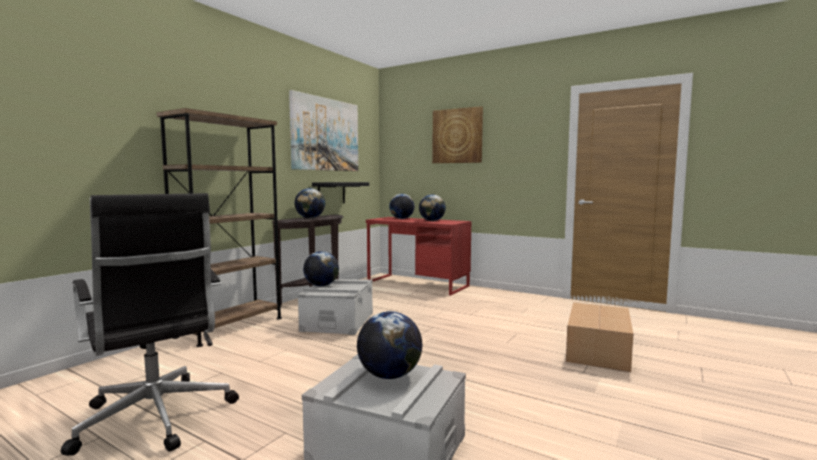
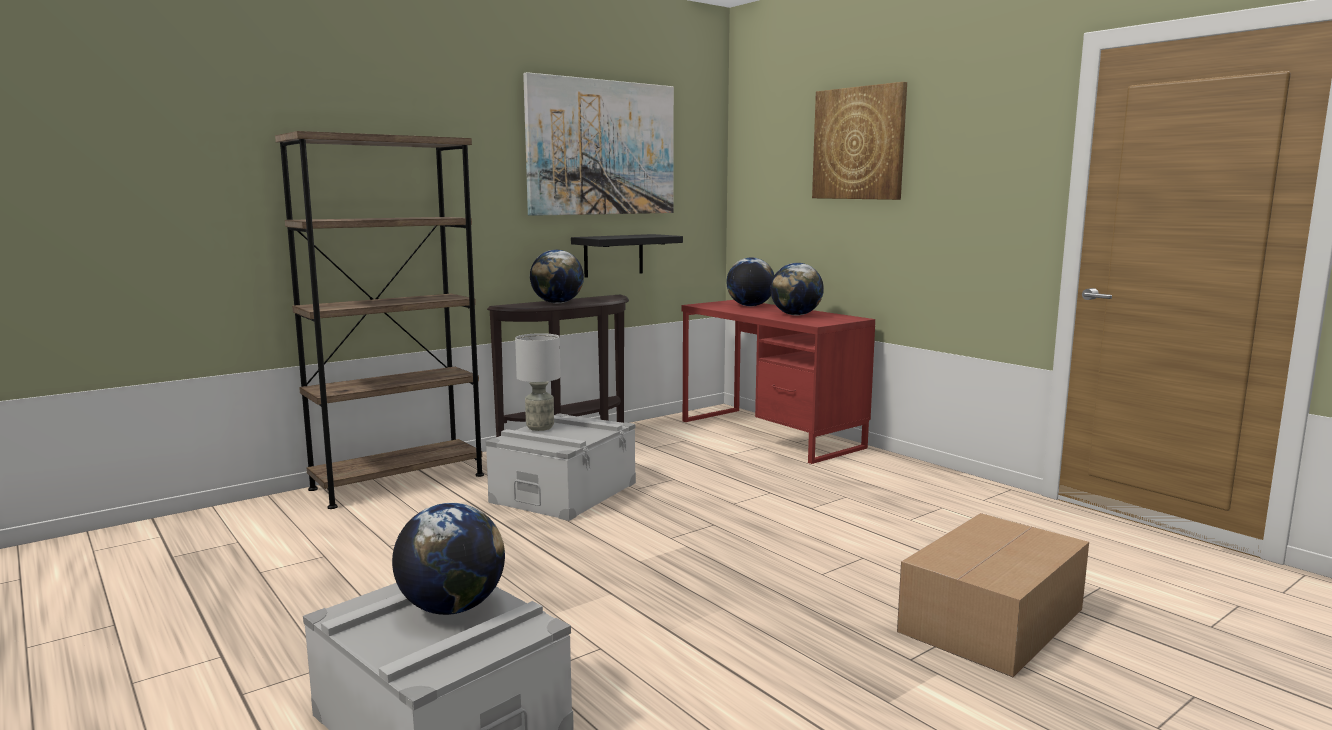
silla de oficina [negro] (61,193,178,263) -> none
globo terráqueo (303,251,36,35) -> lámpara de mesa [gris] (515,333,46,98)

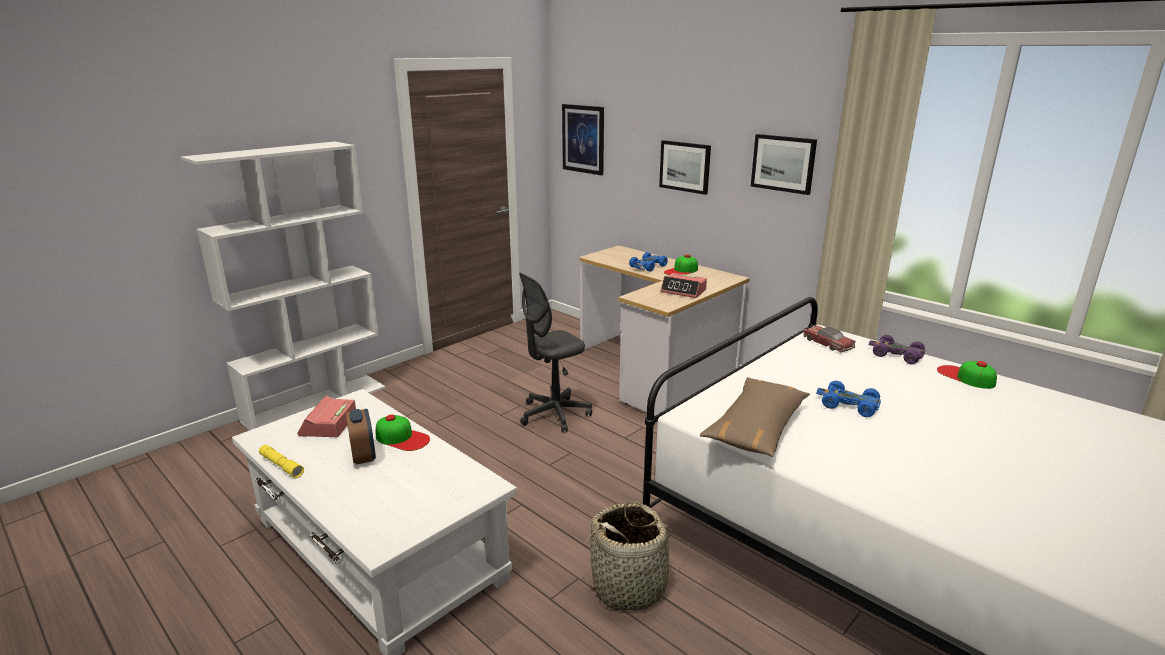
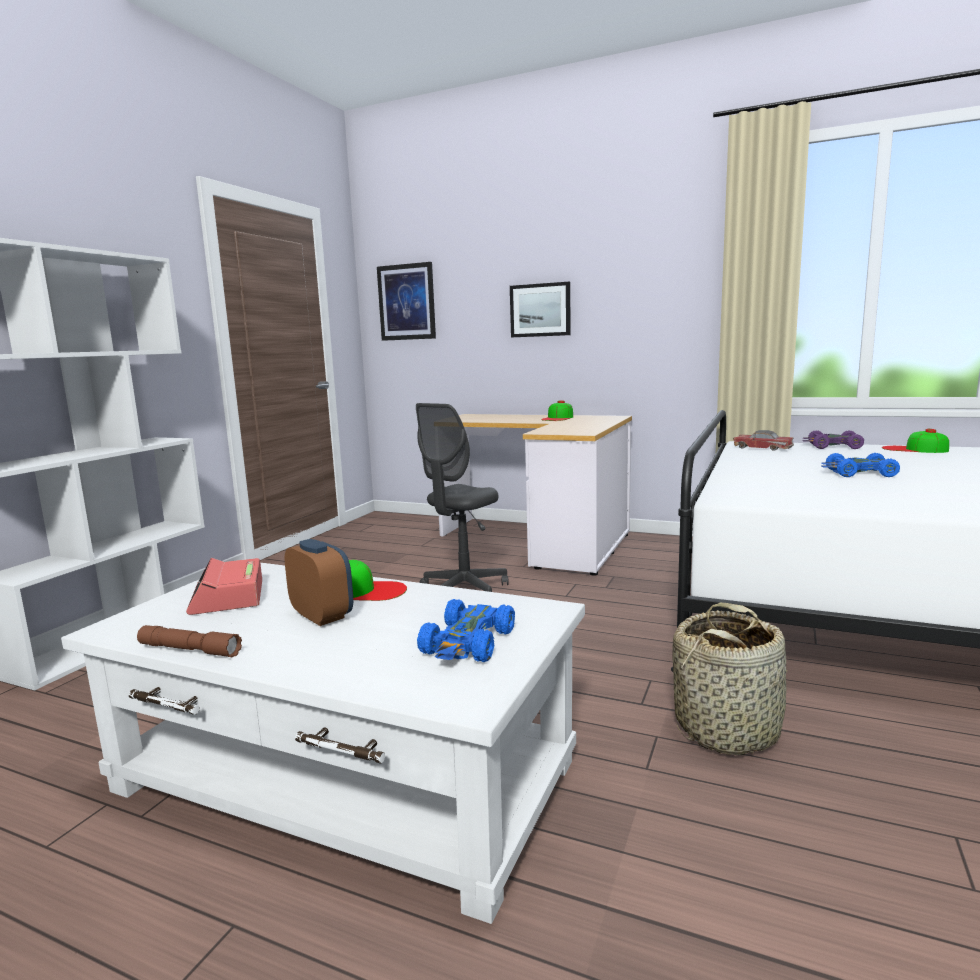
linterna [amarillo] (259,445,45,33) -> linterna [marrón] (137,625,105,33)
coche de juguete [azul] (629,252,39,20) -> coche de juguete [azul] (417,599,98,63), moved
despertador (661,273,46,25) -> none
cojín [marrón] (700,377,110,80) -> none
cuadro (751,134,66,61) -> none

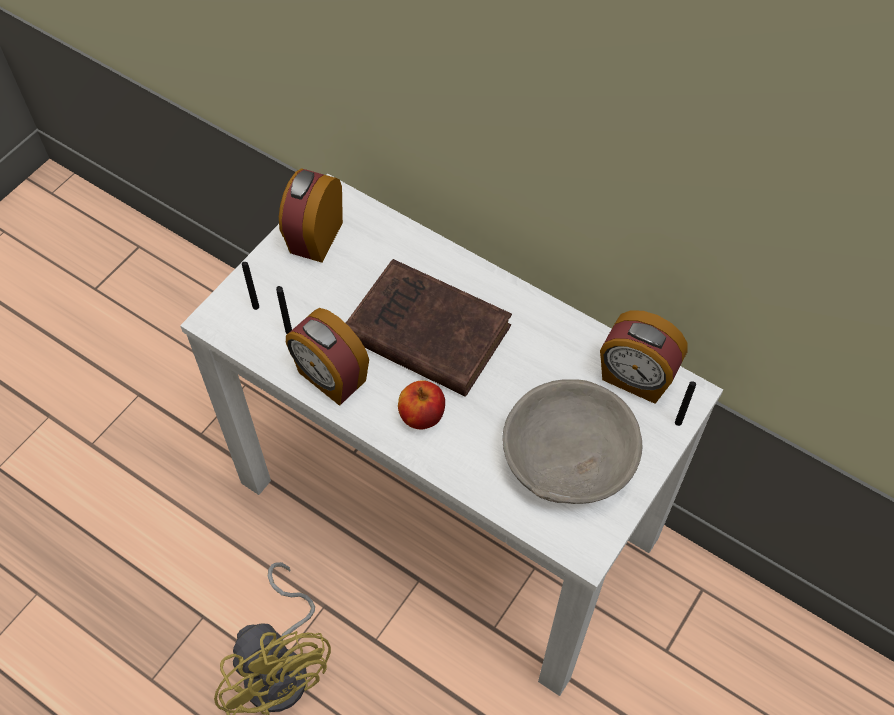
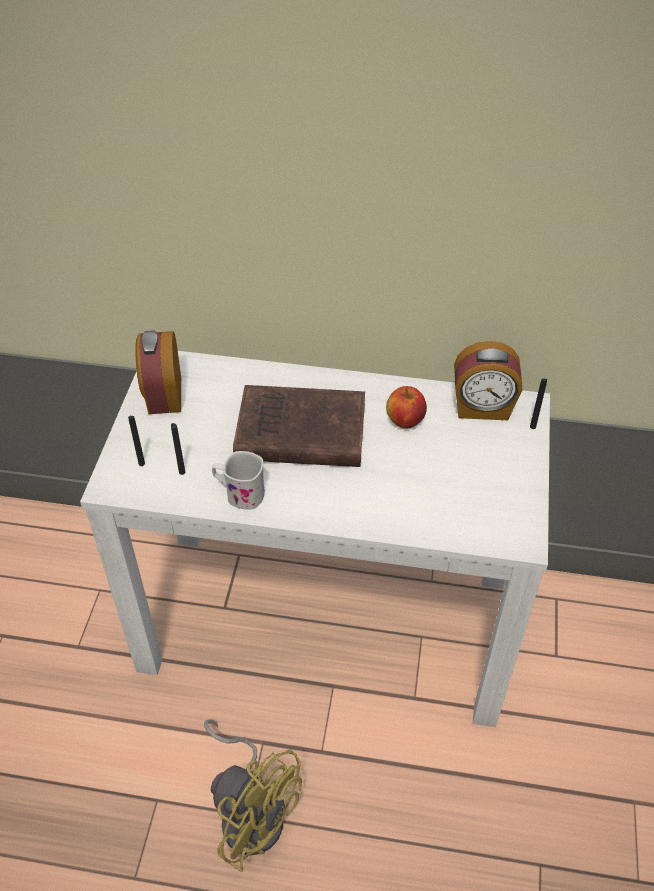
despertador (286,308,83,98) -> taza grande [blanco] (212,451,53,59)
manzana (398,380,47,49) -> manzana (386,386,41,43), moved
cuenco [gris] (503,379,140,125) -> none

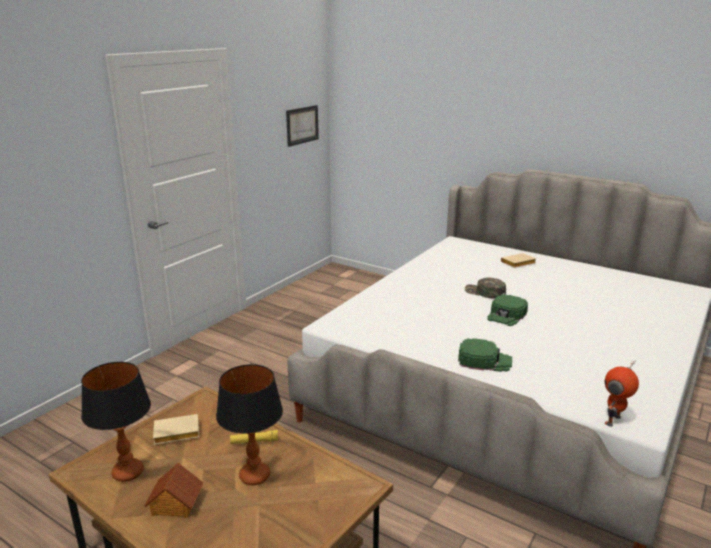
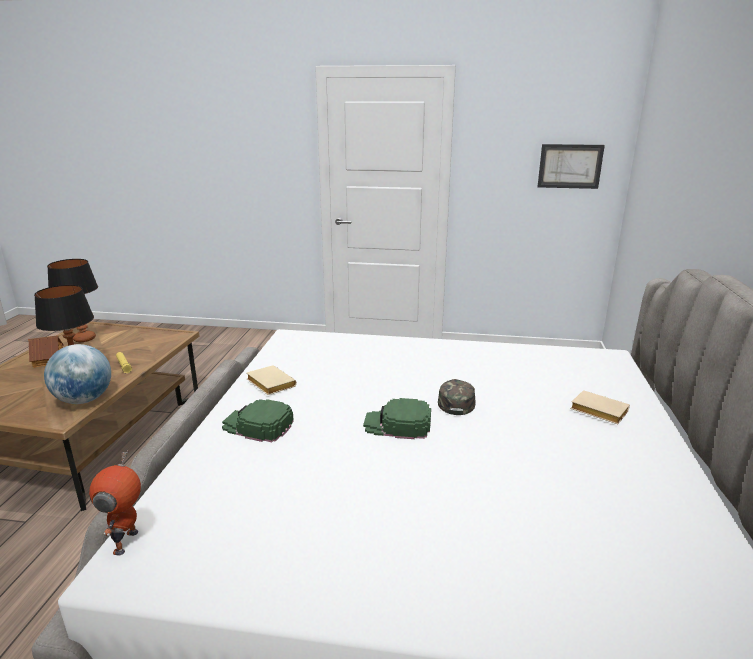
libro [beis] (153,414,46,31) -> libro [beis] (246,365,51,30), moved
gorra [verde] (458,338,54,34) -> gorra [verde] (222,399,72,43), 120 degrees clockwise
robot de juguete (605,360,34,67) -> robot de juguete (89,450,52,106), 105 degrees counterclockwise
none -> globo terráqueo (44,344,67,60)

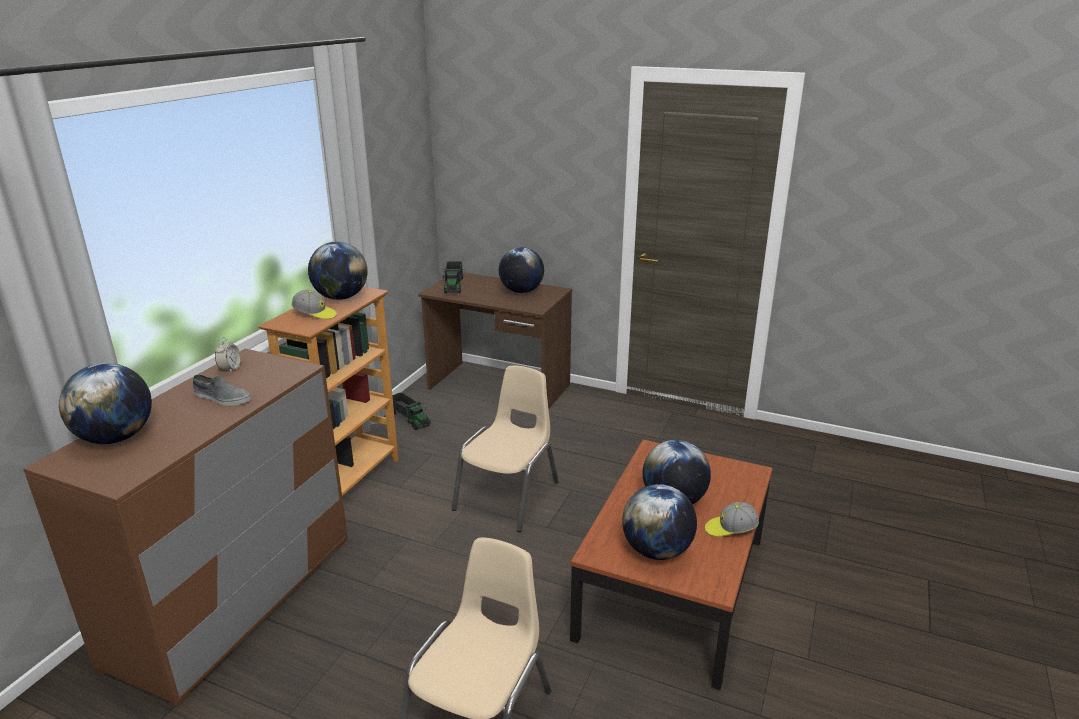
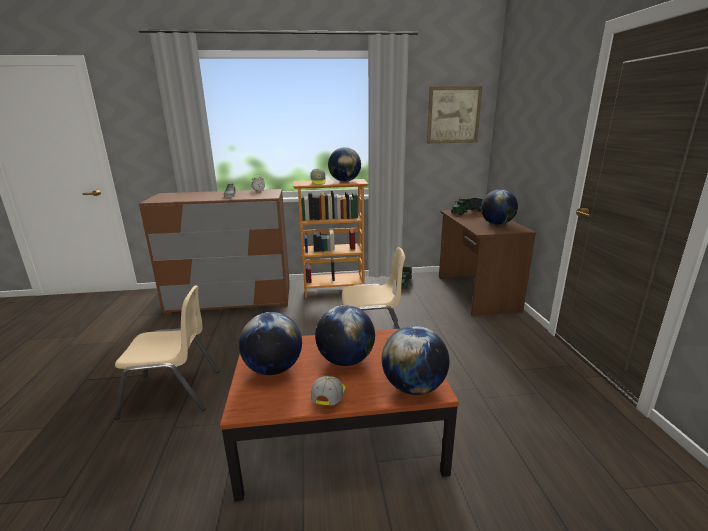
globo terráqueo (59,363,93,81) -> globo terráqueo (382,326,67,69), moved
gorra (705,502,54,35) -> gorra (311,376,34,29), 45 degrees clockwise
none -> cuadro (427,86,56,58)

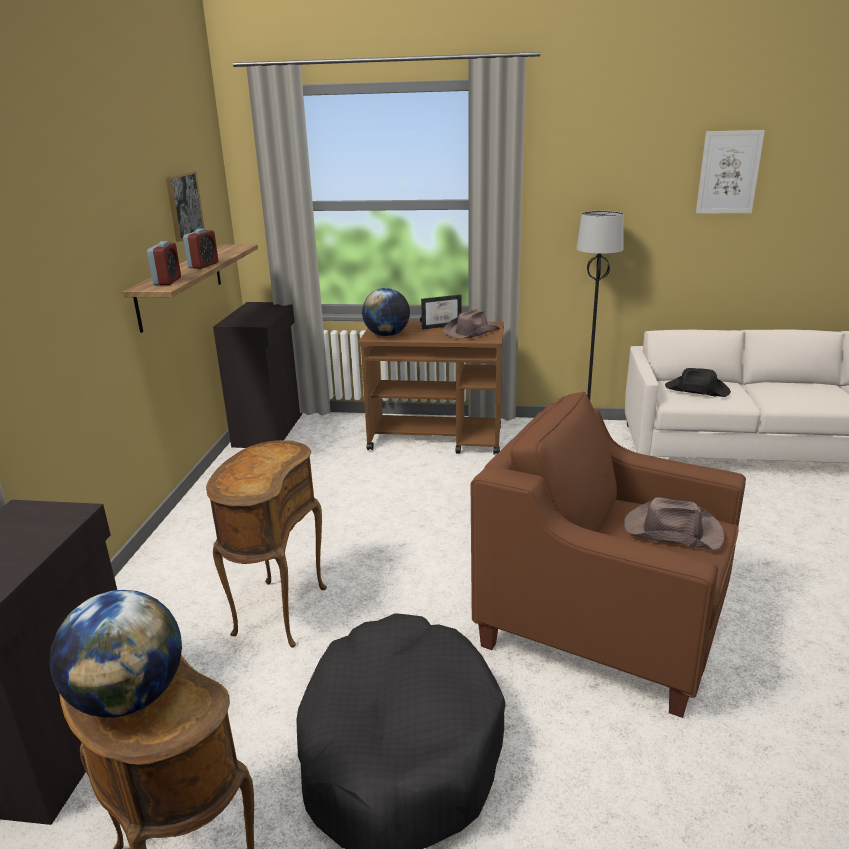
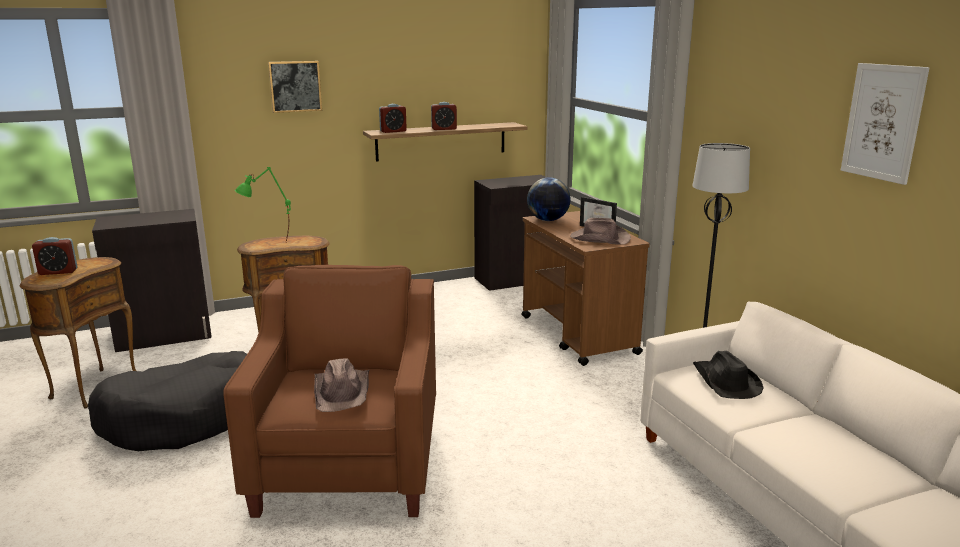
globo terráqueo (49,590,133,128) -> despertador (32,237,46,38)
cuadro (166,171,39,71) -> cuadro (268,61,54,52), moved
none -> lámpara de mesa [verde] (235,167,56,75)

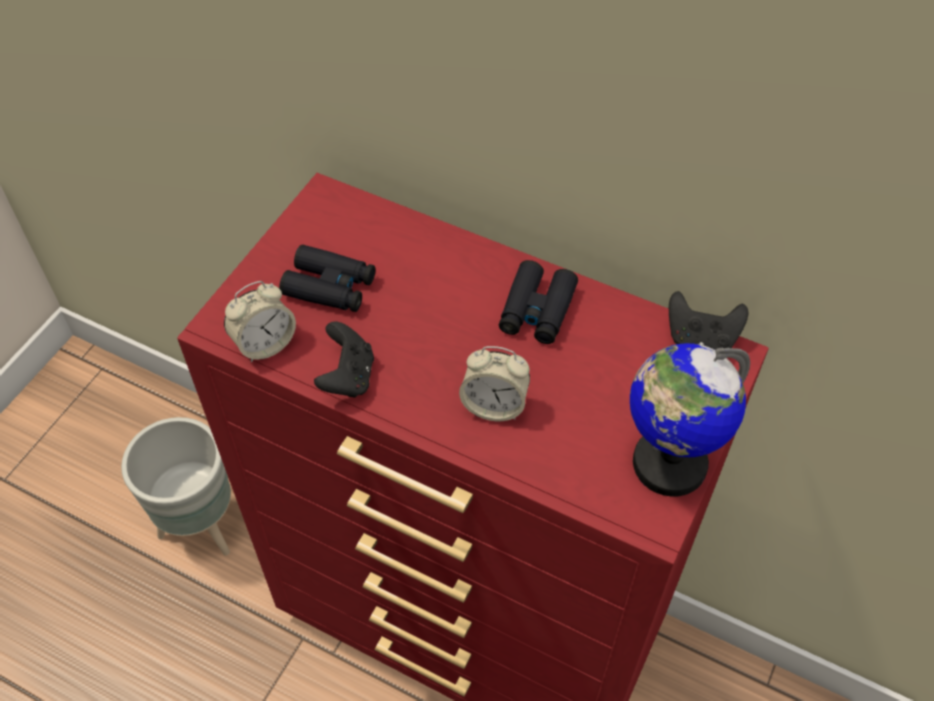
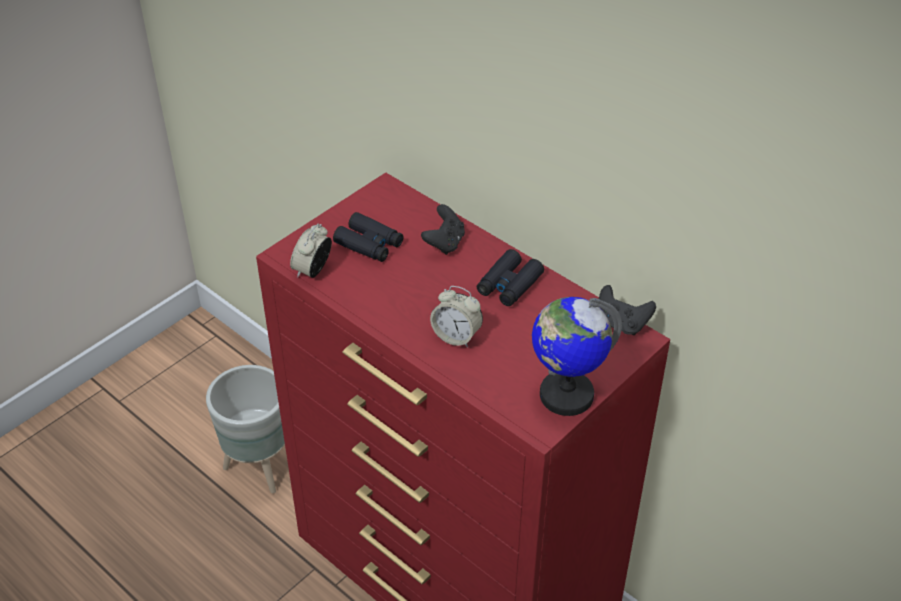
despertador (224,281,72,81) -> despertador (290,224,42,54), 135 degrees clockwise
mando de consola [negro] (314,322,60,76) -> mando de consola [negro] (421,204,44,51), moved

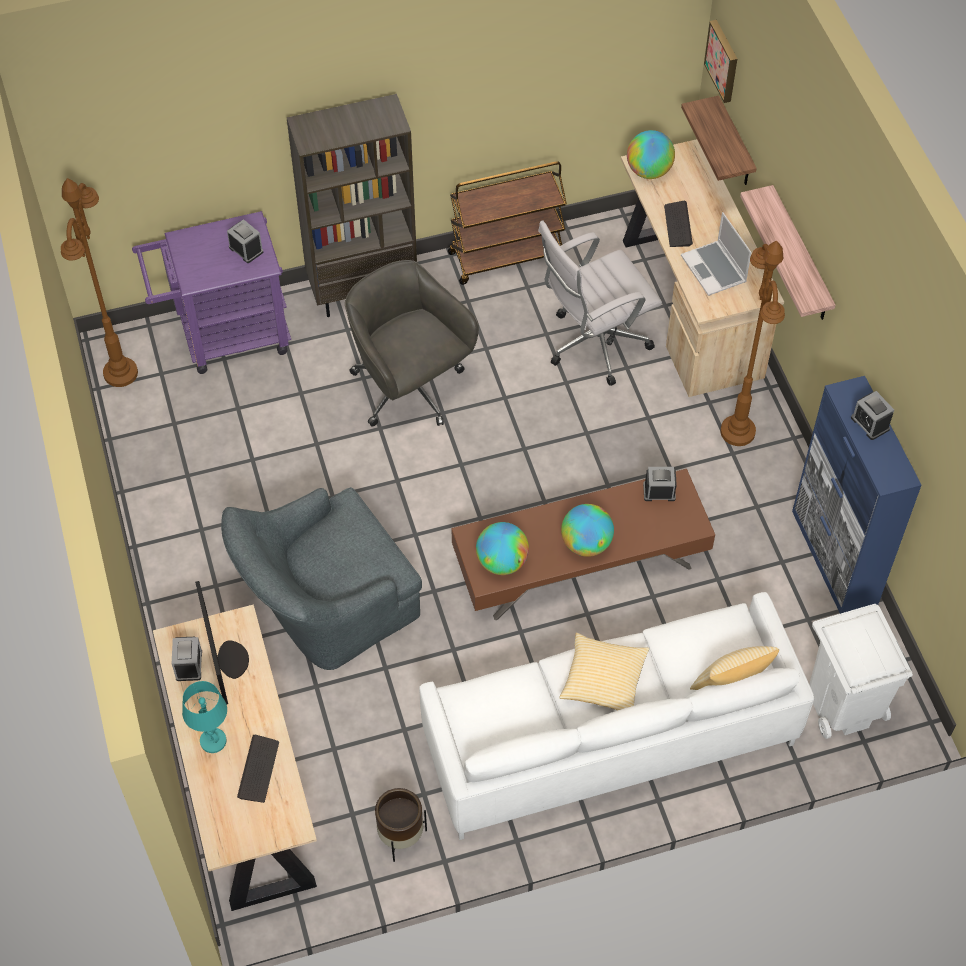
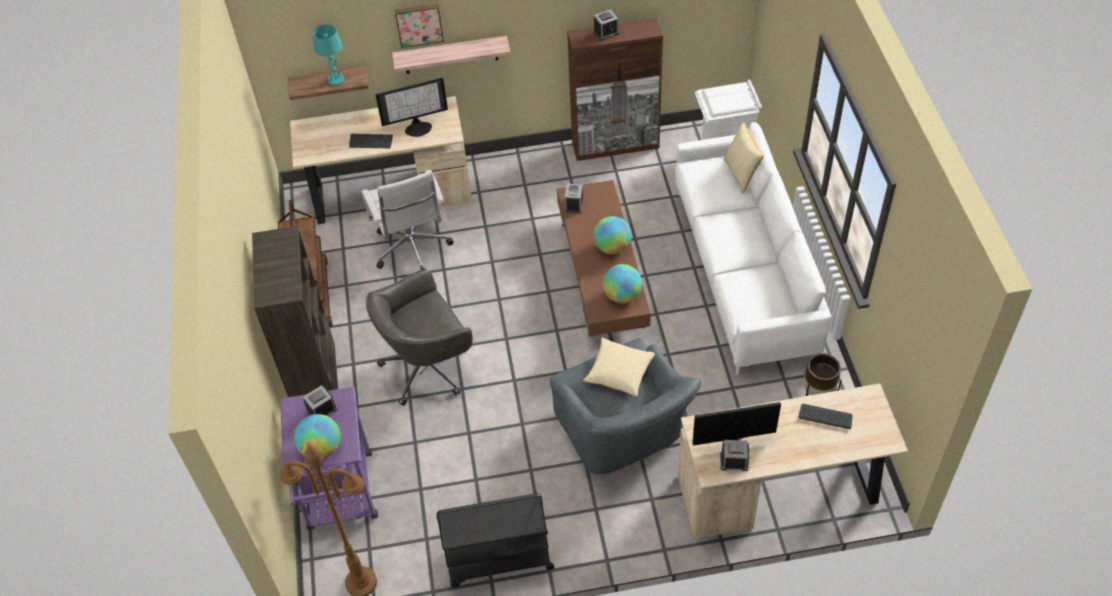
lámpara de mesa [turquesa] (182,681,45,72) -> lámpara de mesa [turquesa] (313,24,32,62), moved
cojín (559,632,90,78) -> cojín (583,338,72,59), moved
globo terráqueo (627,130,48,49) -> globo terráqueo (294,414,47,45), moved
portátil (681,212,71,84) -> monitor (375,78,73,59)
cuadro (704,20,33,83) -> cuadro (394,4,50,44), moved
lámpara de pie [marrón] (720,241,65,205) -> none
armario [azul] (792,376,130,238) -> armario [marrón] (567,18,96,143)
none -> carrito [negro] (436,493,118,94)

